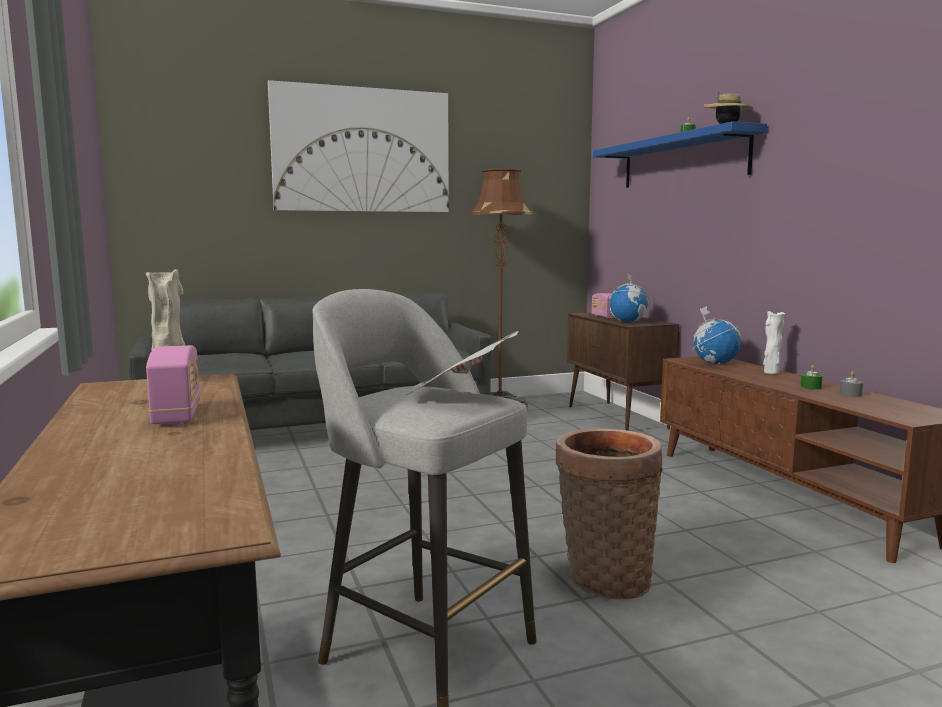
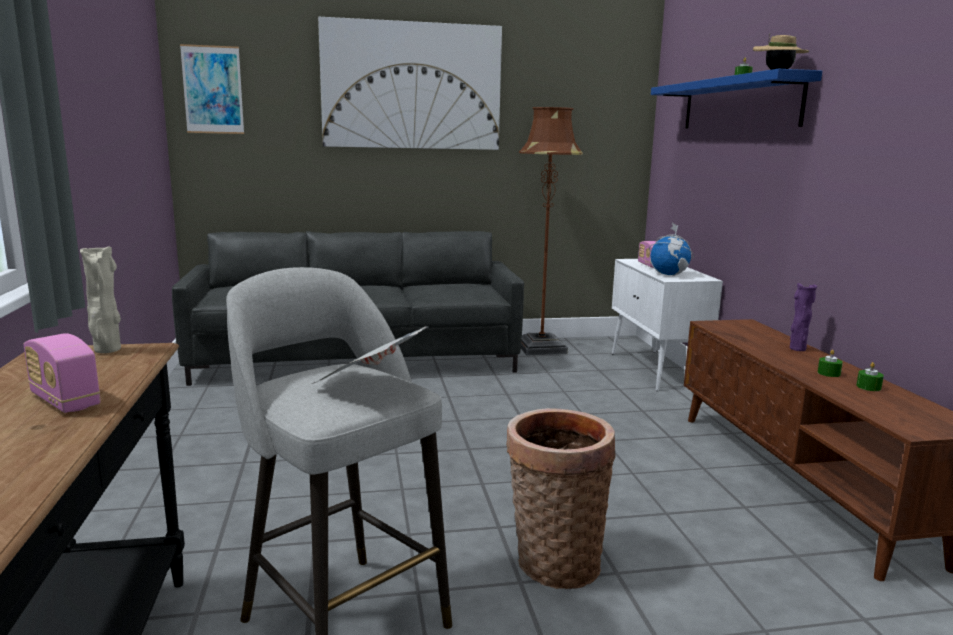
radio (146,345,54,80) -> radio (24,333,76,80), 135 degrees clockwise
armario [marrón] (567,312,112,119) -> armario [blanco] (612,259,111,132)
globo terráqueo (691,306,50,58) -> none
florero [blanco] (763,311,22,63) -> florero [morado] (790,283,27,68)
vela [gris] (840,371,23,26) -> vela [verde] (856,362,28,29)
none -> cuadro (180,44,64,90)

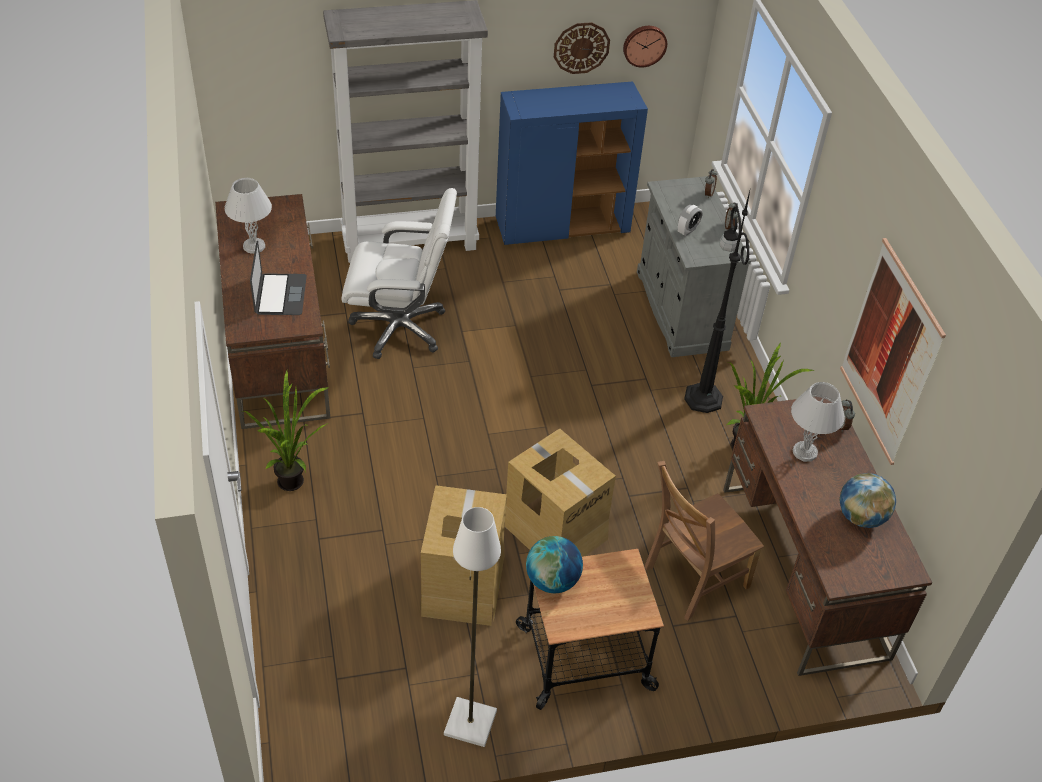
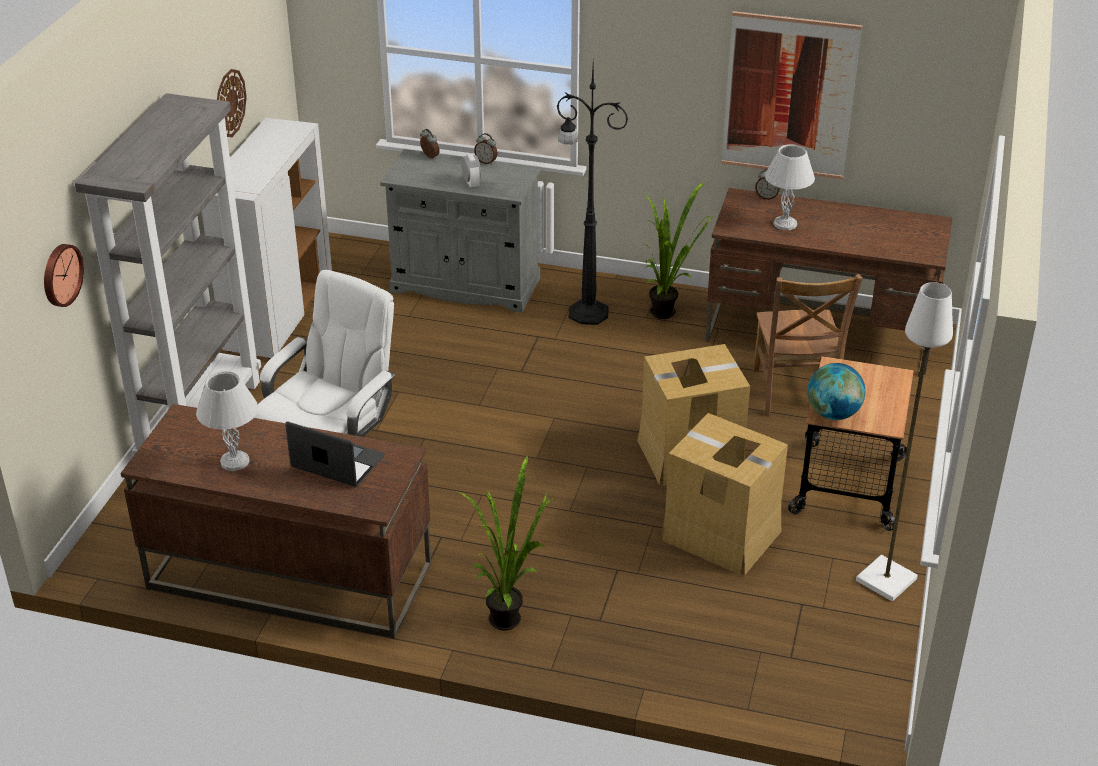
armario [azul] (496,82,152,163) -> armario [blanco] (202,118,130,241)
reloj de pared (623,26,44,42) -> reloj de pared (44,244,40,63), moved
globo terráqueo (839,473,57,55) -> none

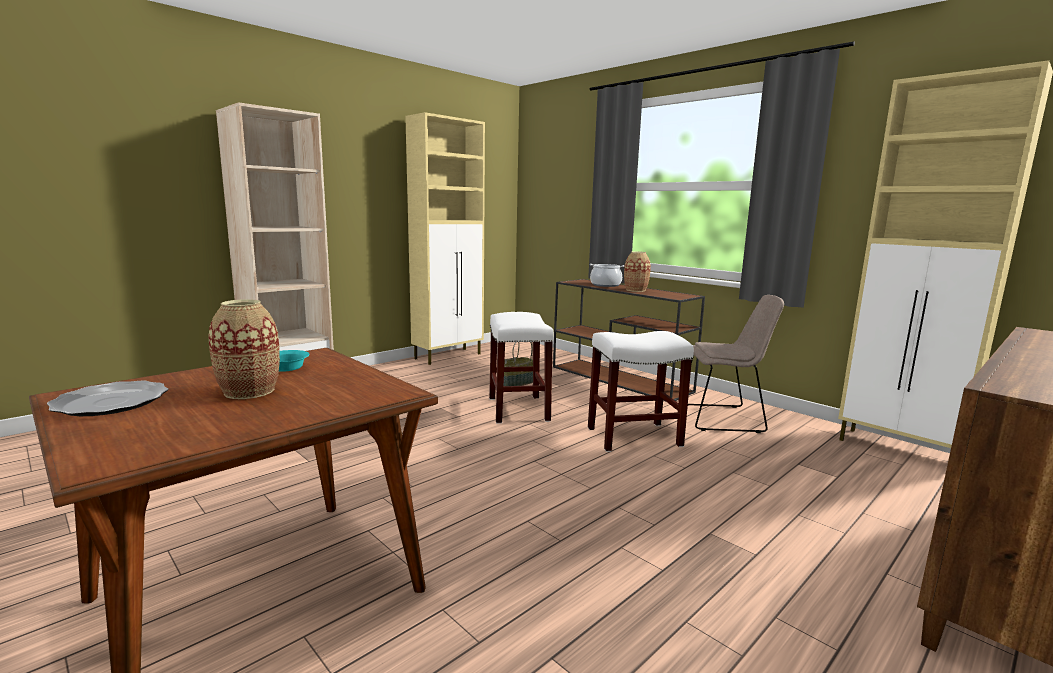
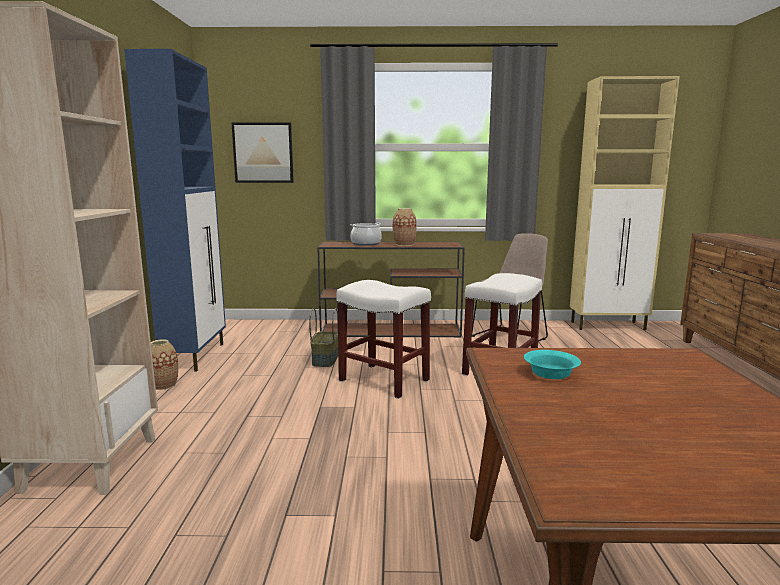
plato (47,381,121,35) -> none
florero (208,299,72,100) -> florero (151,339,27,51), moved
armario [beis] (405,112,80,253) -> armario [azul] (124,49,102,322)
none -> cuadro (232,123,62,60)

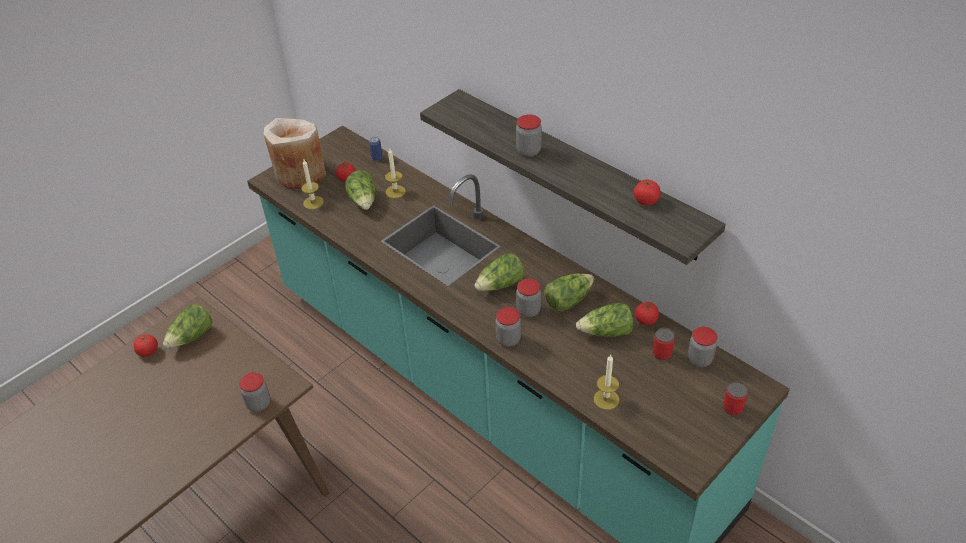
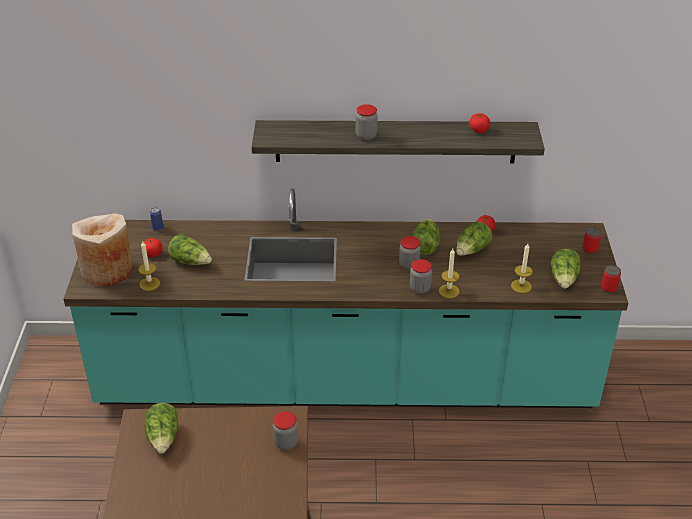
tomate (134,334,24,23) -> none
vela (385,148,21,50) -> vela (439,248,20,50), moved
lechuga (474,253,51,38) -> lechuga (551,249,29,40), moved
lata (653,328,22,32) -> lata (601,265,20,28), moved
tarro (688,327,29,40) -> none

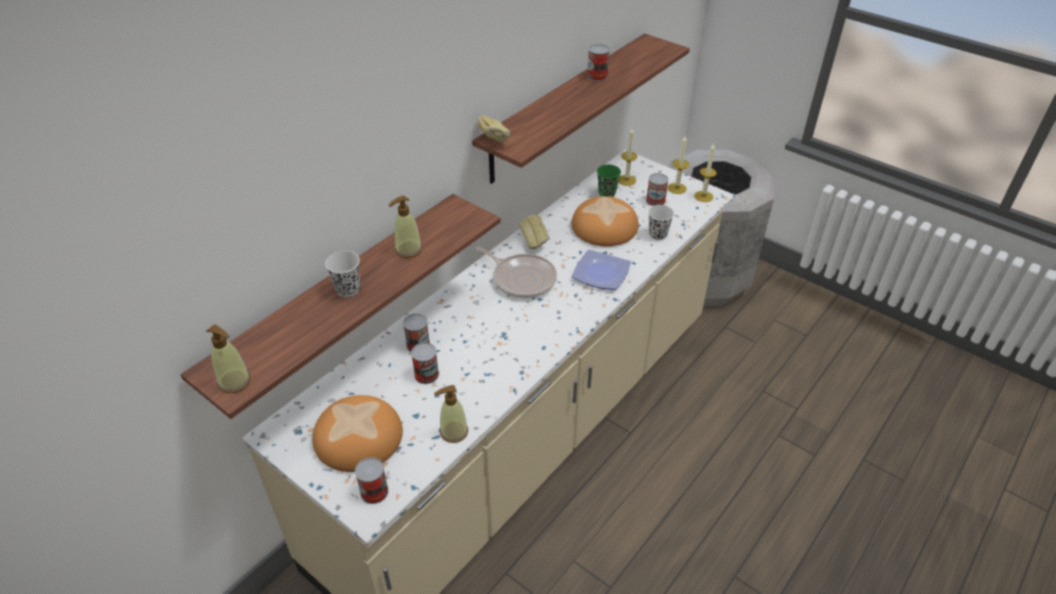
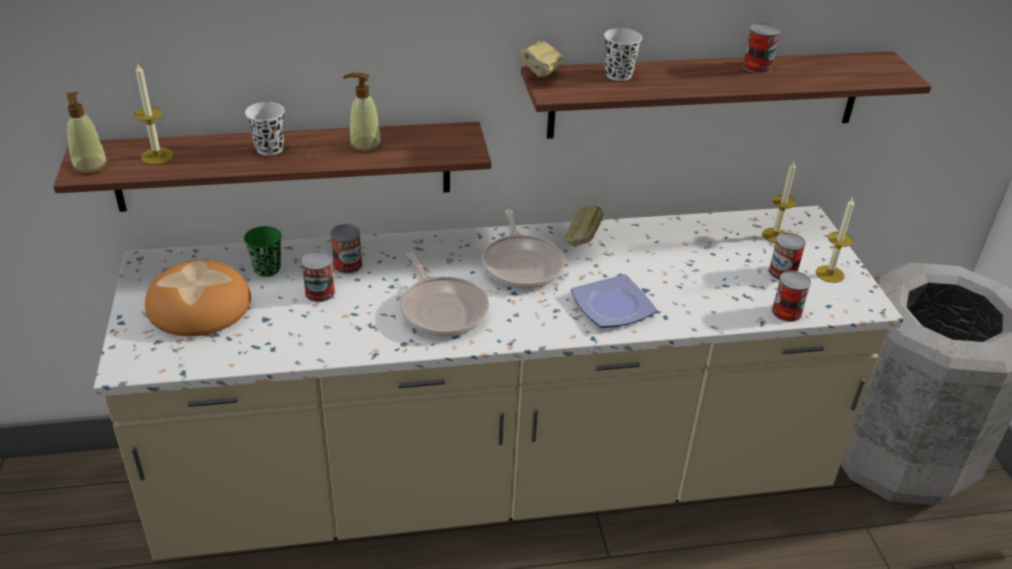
lata (355,457,34,47) -> lata (772,271,39,51), moved
dispensador de jabón (434,385,34,58) -> none
pan (572,196,67,50) -> none
taza [verde] (597,164,24,33) -> taza [verde] (244,226,38,51), moved
taza [blanco] (648,205,26,35) -> taza [blanco] (604,28,38,53), moved
vela (694,143,23,59) -> vela (134,62,39,102), moved
none -> sartén (400,252,89,85)

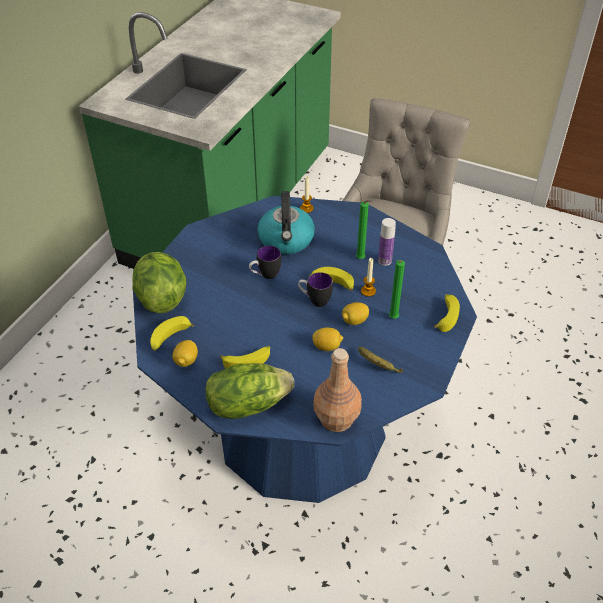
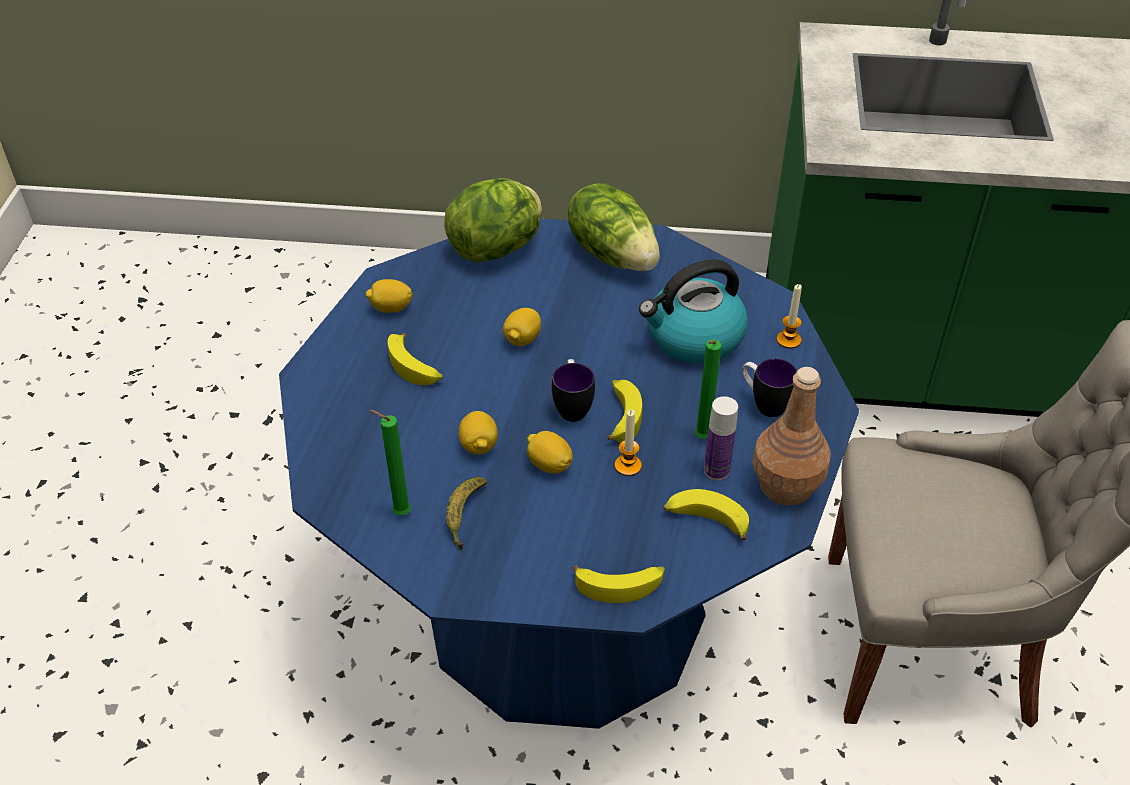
plátano (150,316,44,35) -> plátano (663,489,86,51), moved
lechuga (206,363,88,56) -> lechuga (568,183,92,88), moved
taza grande (249,246,32,33) -> taza grande (742,359,55,58), moved
botella [marrón] (313,348,49,84) -> botella [marrón] (752,367,79,139), moved
vela [verde] (389,260,16,59) -> vela [verde] (370,410,41,106), moved
none -> limón (503,308,38,38)

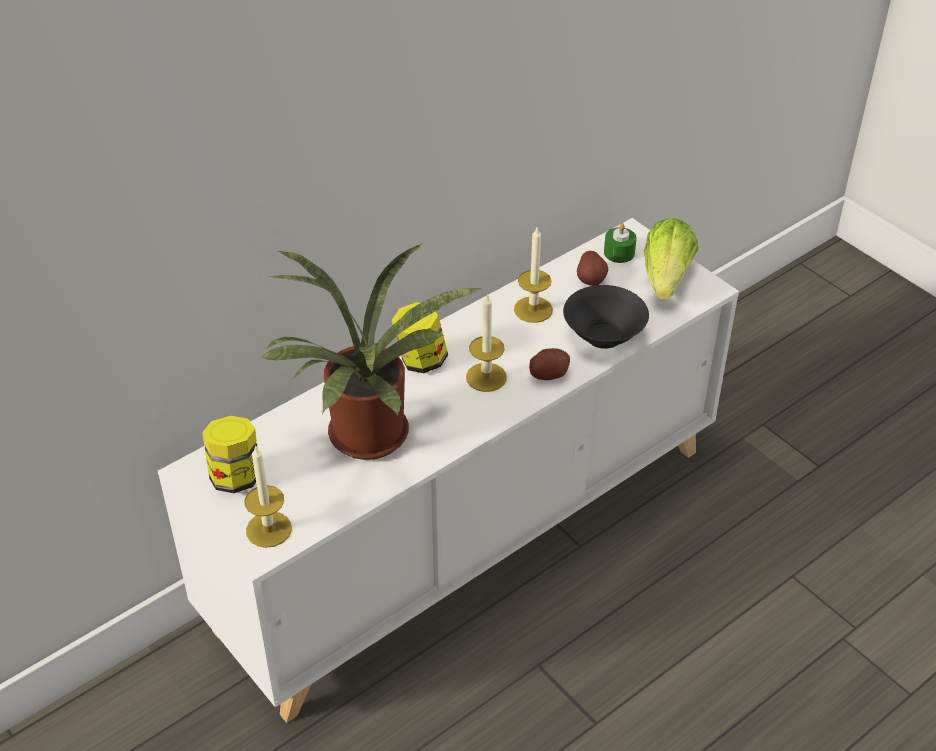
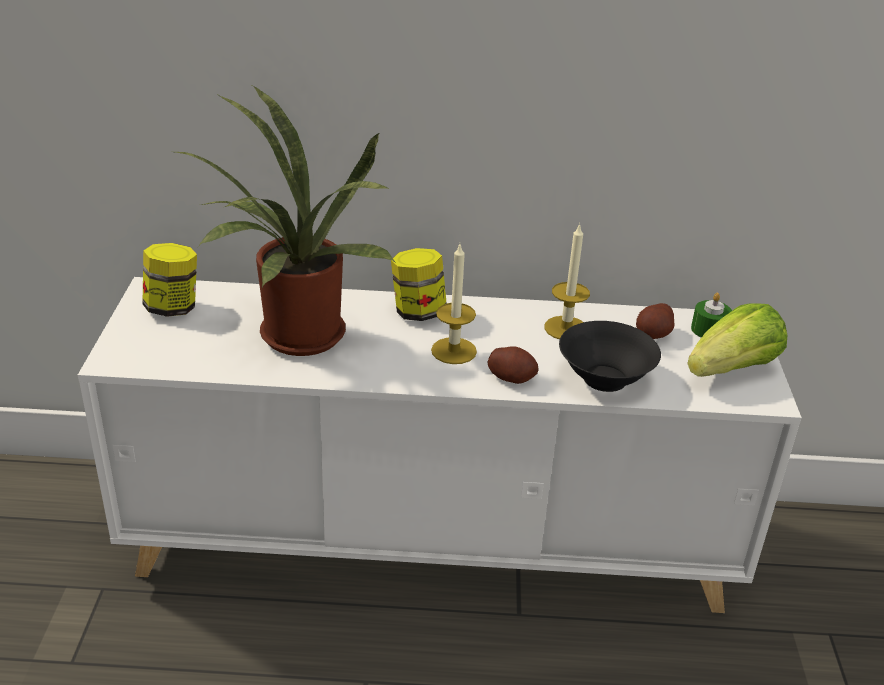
vela (244,445,48,103) -> none

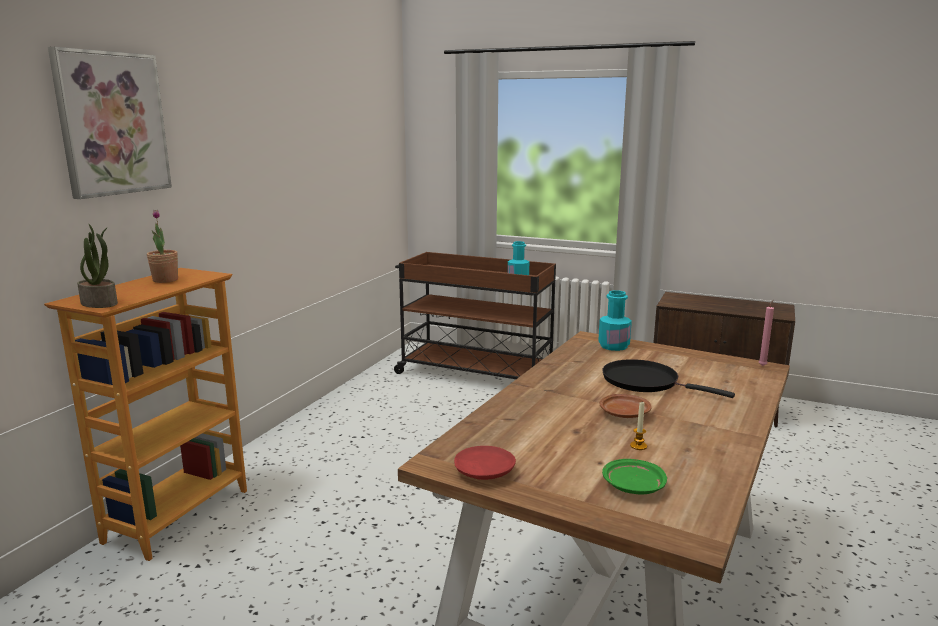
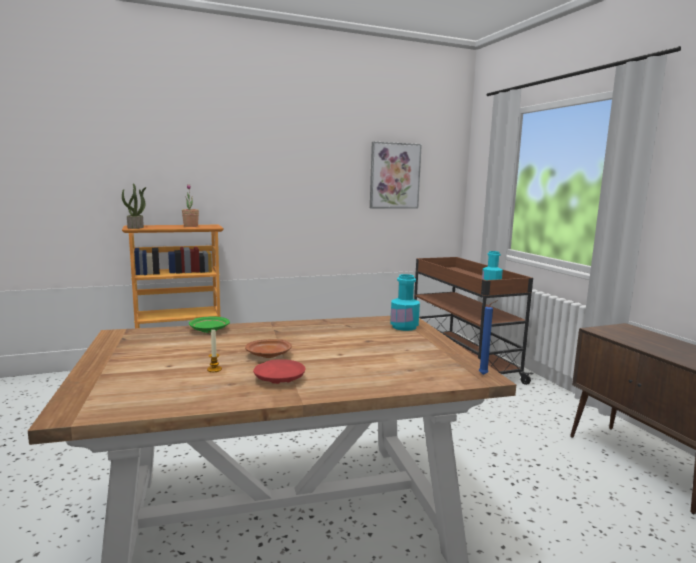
cuadro (48,47,124,152) -> cuadro (370,141,52,68), moved
plato [rojo] (454,446,62,34) -> plato [rojo] (253,359,52,25), moved
plato [verde] (602,459,65,35) -> plato [verde] (189,316,41,17), moved
sartén [negro] (603,359,132,39) -> none
vela [rosa] (759,300,15,66) -> vela [azul] (479,300,19,75)

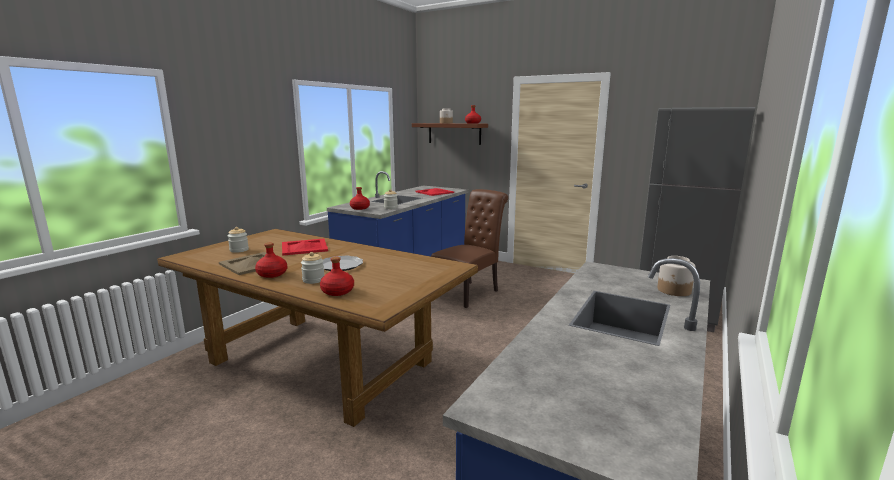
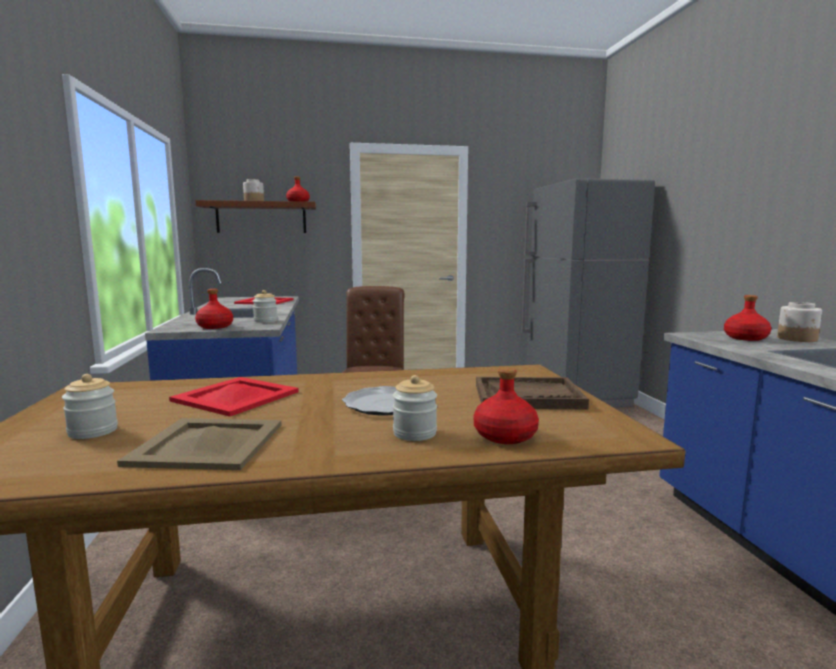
botella [rojo] (255,242,32,36) -> botella [rojo] (724,295,47,46), moved
none -> bandeja [marrón] (476,377,113,32)

